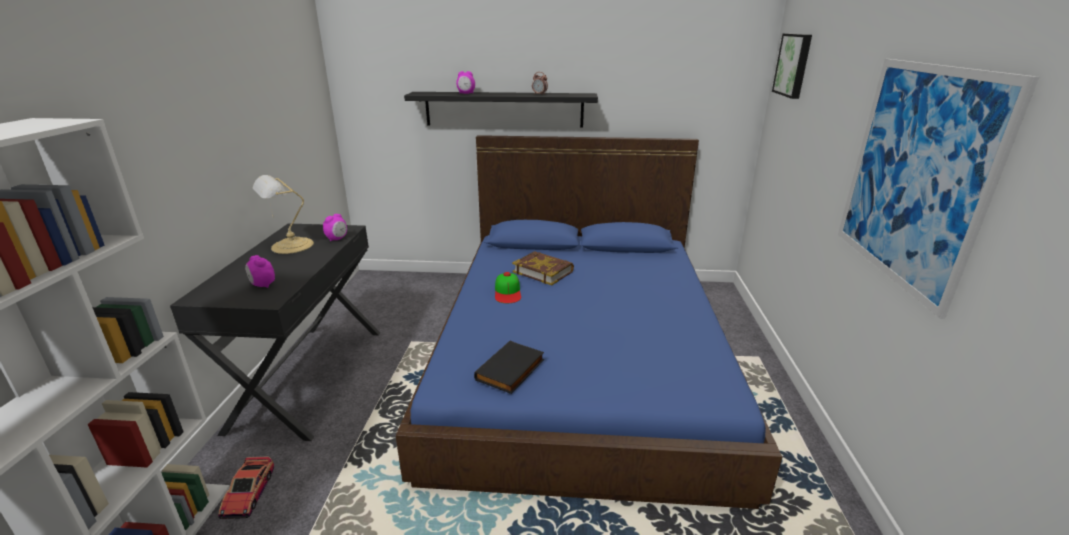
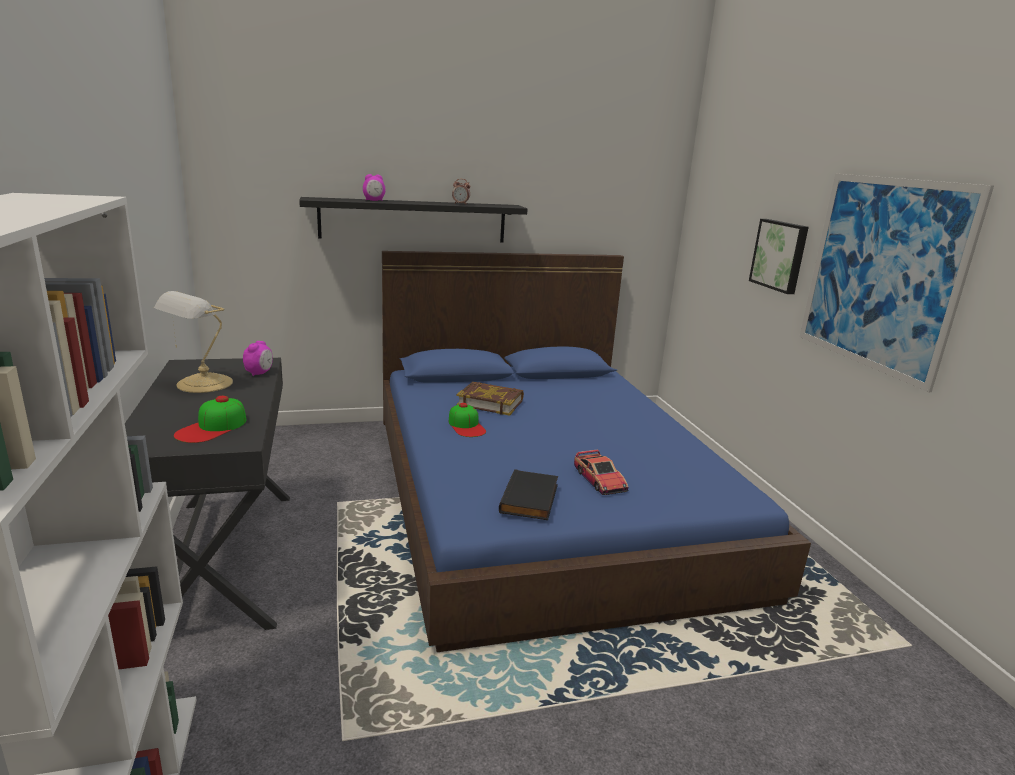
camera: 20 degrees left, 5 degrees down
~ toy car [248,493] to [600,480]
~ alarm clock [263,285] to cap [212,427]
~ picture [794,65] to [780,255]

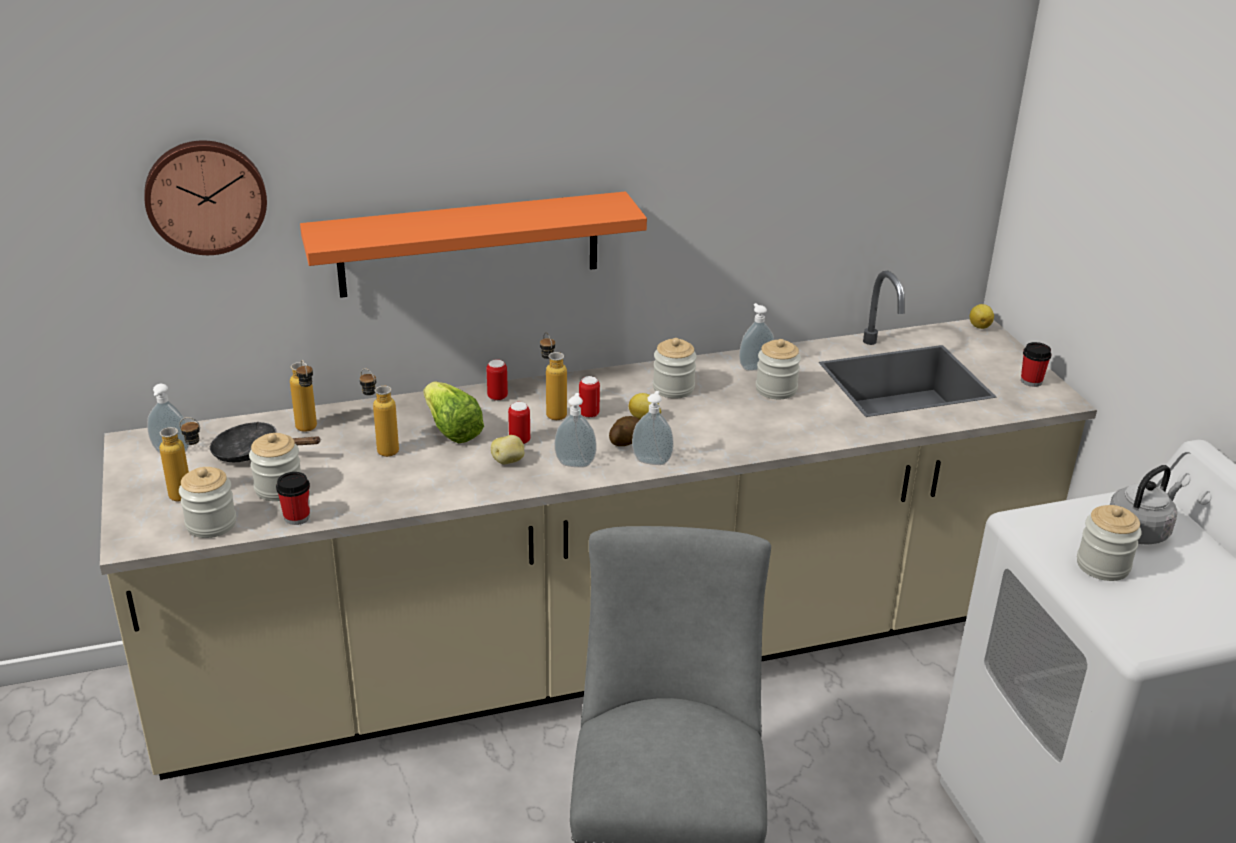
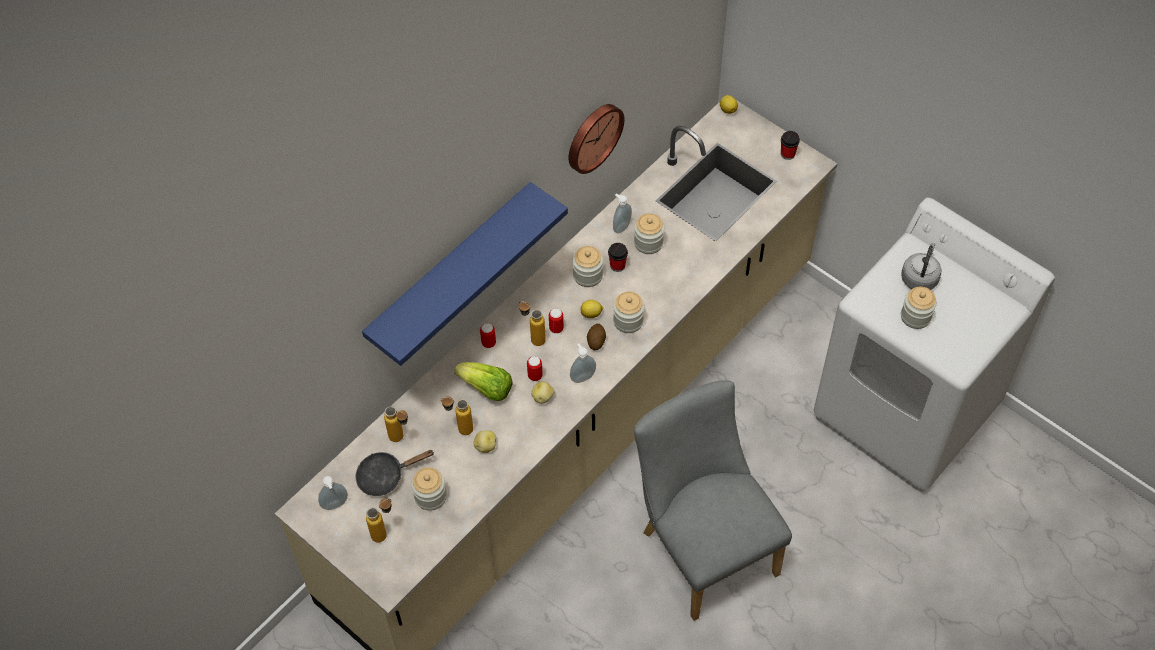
camera: 30 degrees left, 25 degrees up
~ wall clock [206,196] to [593,136]
~ jar [211,524] to [628,321]
~ cup [297,517] to [617,265]
~ shelf (orange) [469,244] to shelf (blue) [451,271]
- soap dispenser [652,460]
+ potato [485,446]

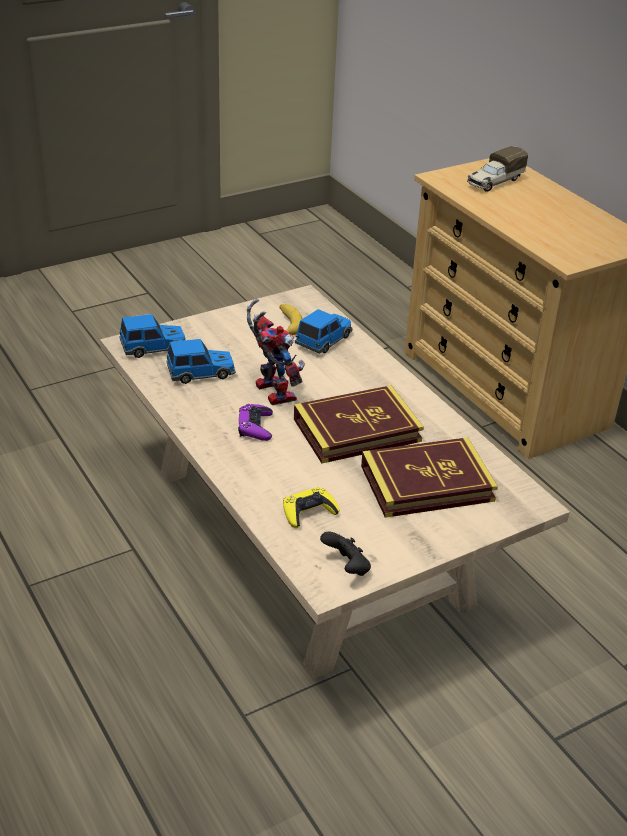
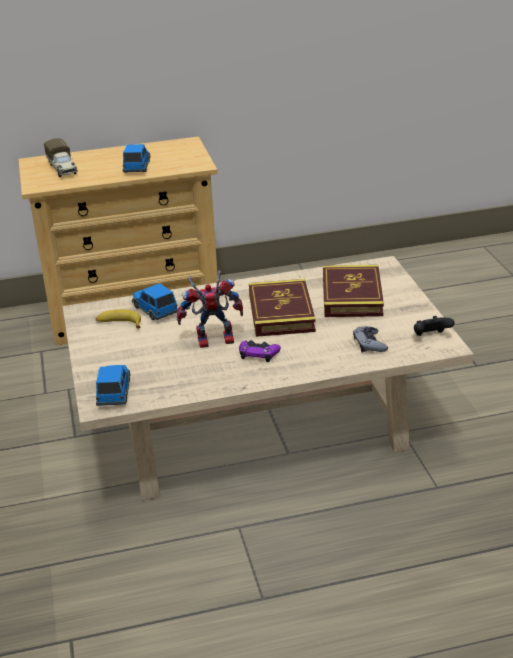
camera: 70 degrees left, 5 degrees down
~ toy car [201,373] to [137,167]
~ game controller (yellow) [308,512] to game controller (grey) [369,343]

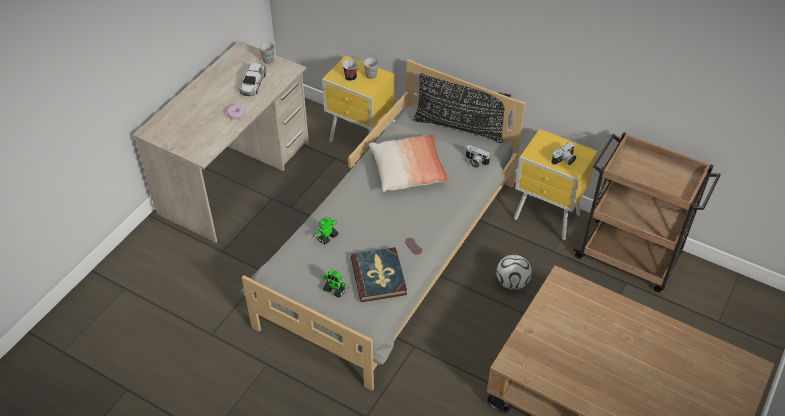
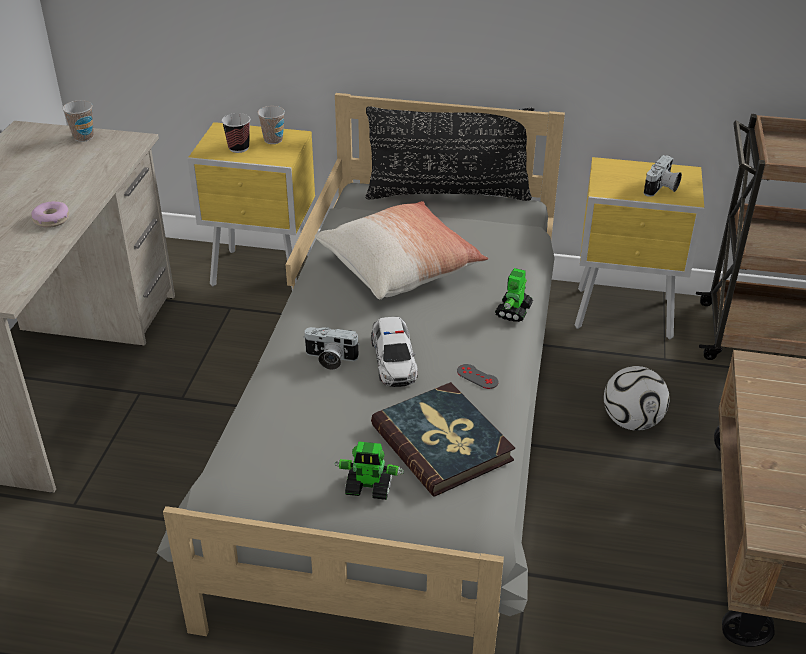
camera: 20 degrees left, 10 degrees down
~ toy car [253,83] to [394,360]
~ toy robot [326,237] to [513,311]
~ photo camera [475,162] to [330,359]

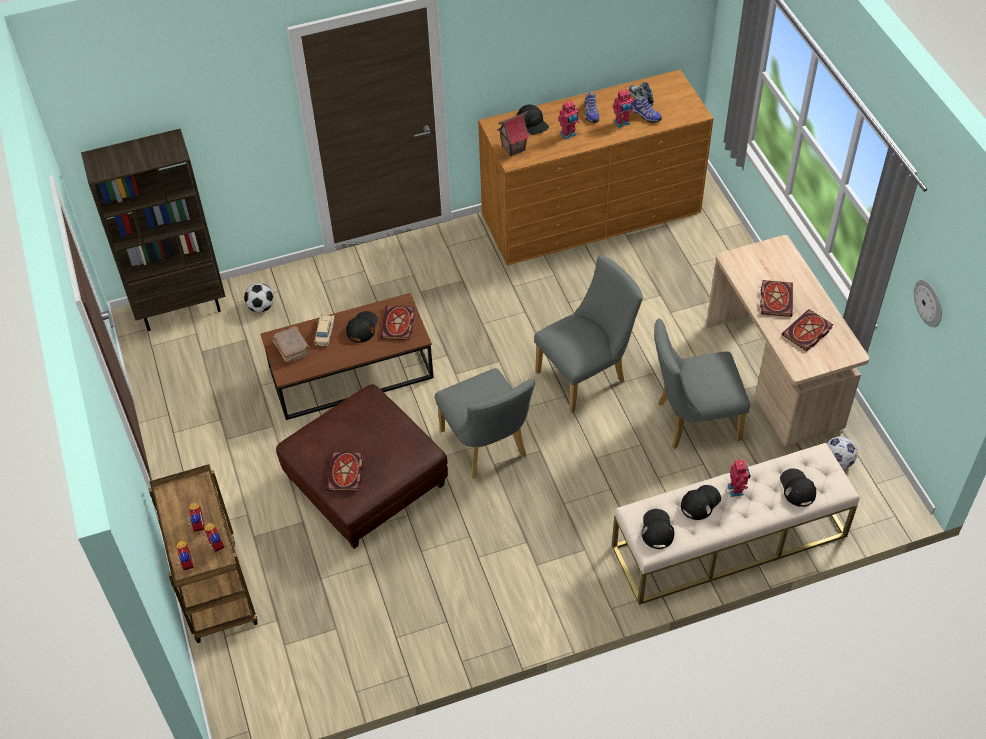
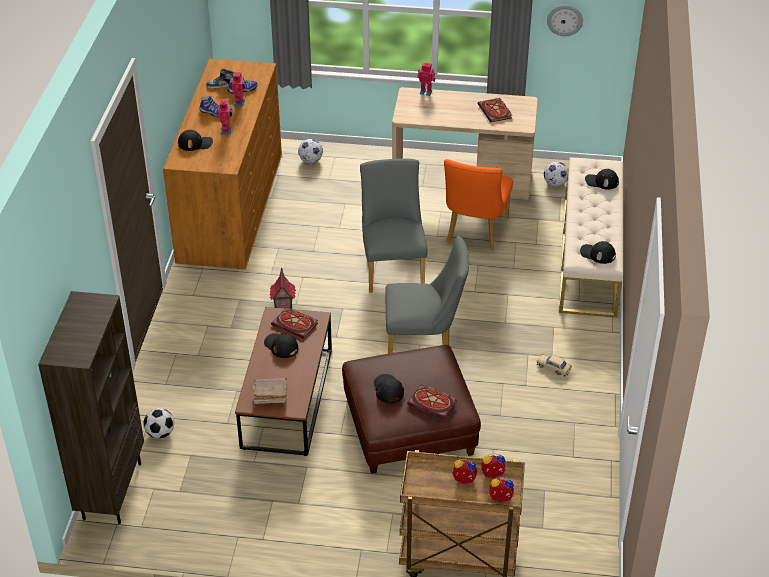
camera: 65 degrees left, 10 degrees down
~ toy car (beige) [325,333] to [553,367]
~ toy house [513,148] to [283,306]
~ chair (grey) [691,421] to chair (orange) [475,233]
~ cap (black) [700,503] to [388,389]
~ toy robot [736,489] to [426,92]
- book [775,299]
+ football [311,161]

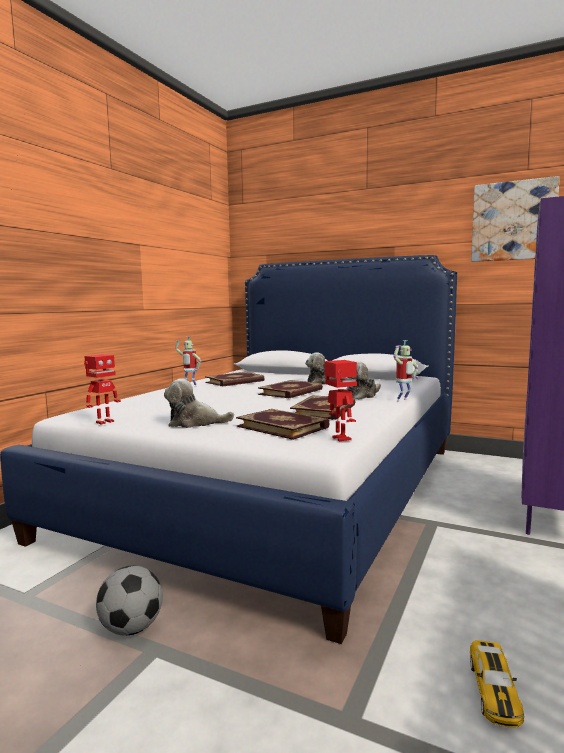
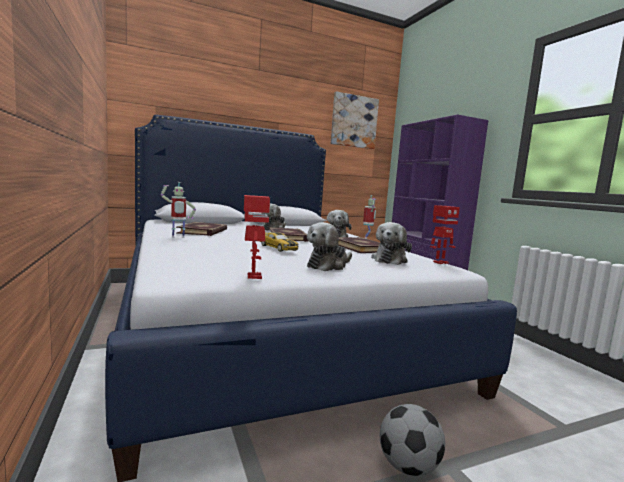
camera: 50 degrees left, 0 degrees up
~ book [283,426] to plush toy [390,260]
~ toy robot [340,438] = [440,262] 135 degrees clockwise
~ toy car [494,691] to [278,248]

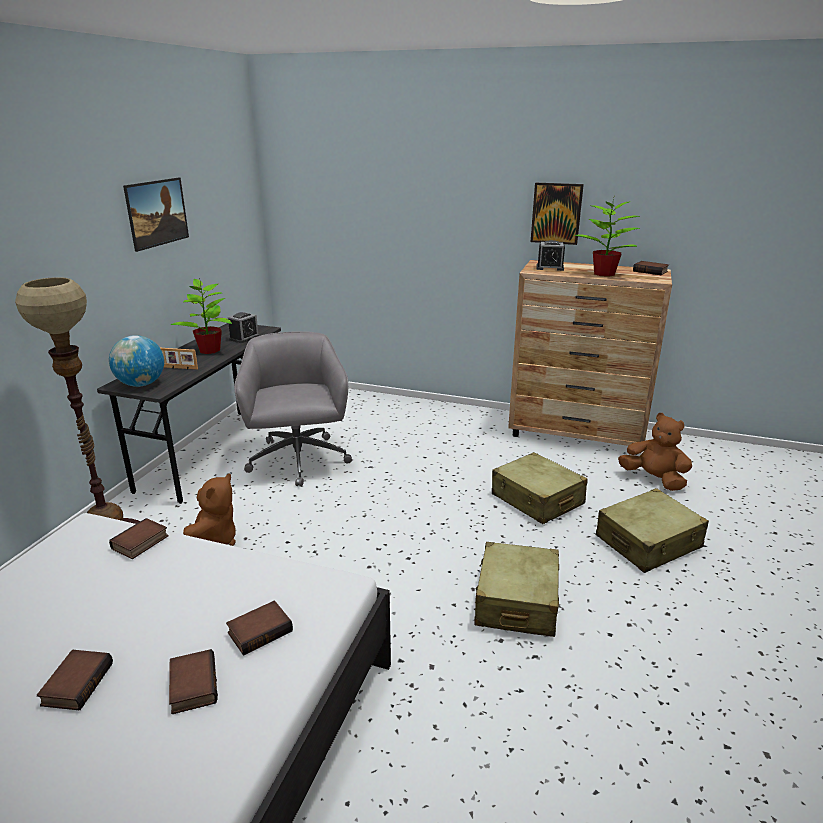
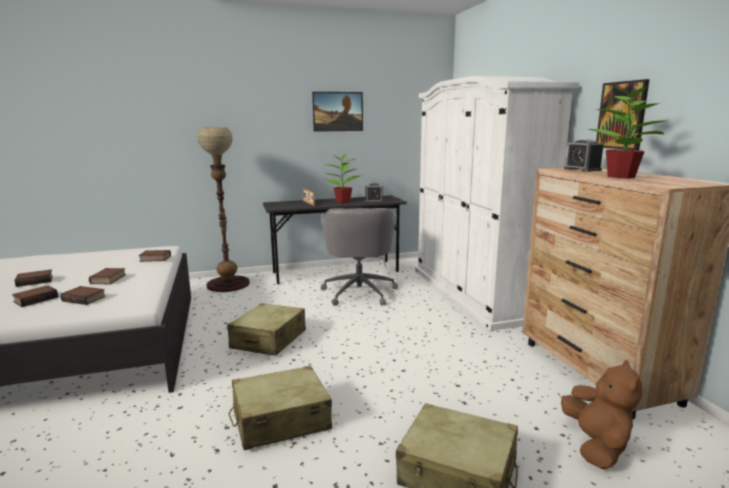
camera: 55 degrees right, 10 degrees down
- globe [141,384]
- plush toy (brown) [213,541]
~ office chair (grey) [298,461] = [359,292] 135 degrees clockwise
~ suitcase (beige) [537,500] to [268,340]
~ book [651,271] to [109,279]
+ wardrobe (white) [474,292]

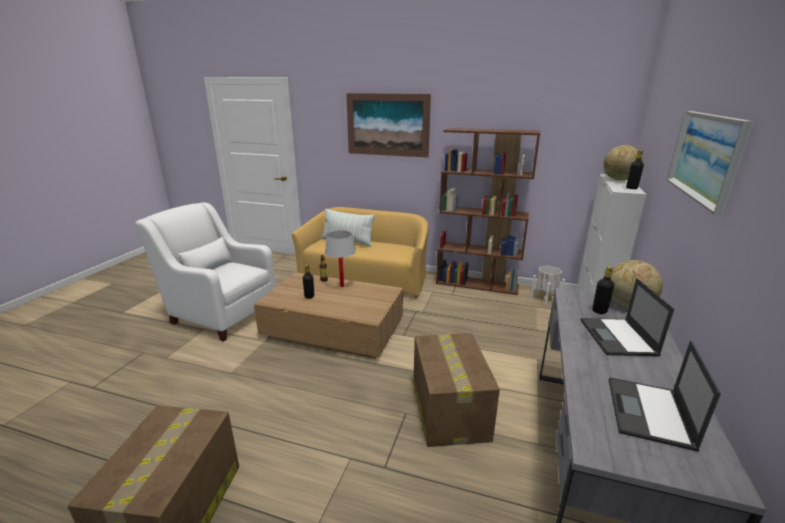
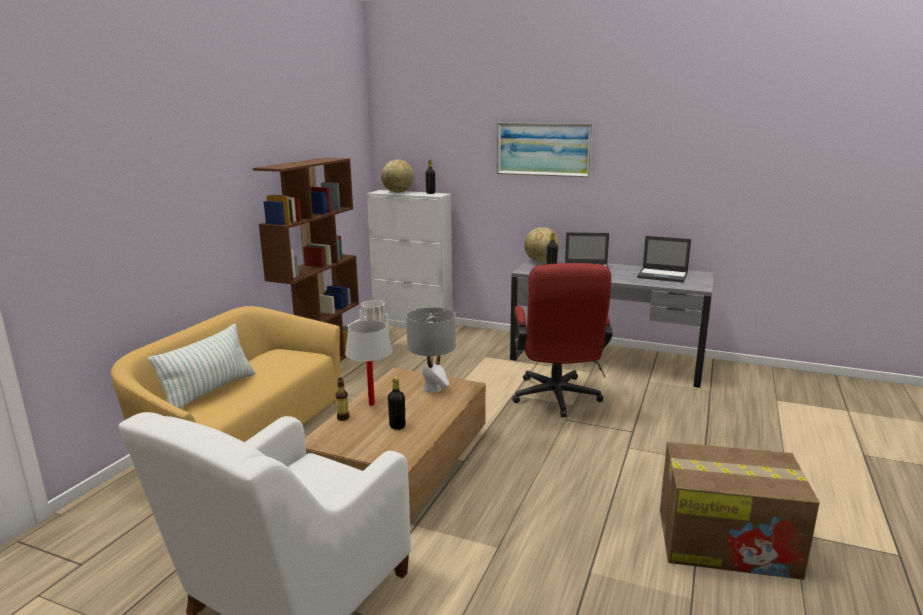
camera: 85 degrees left, 5 degrees down
- picture [387,125]
~ cardboard box [449,409] to office chair (red) [557,400]
+ table lamp (grey) [432,388]

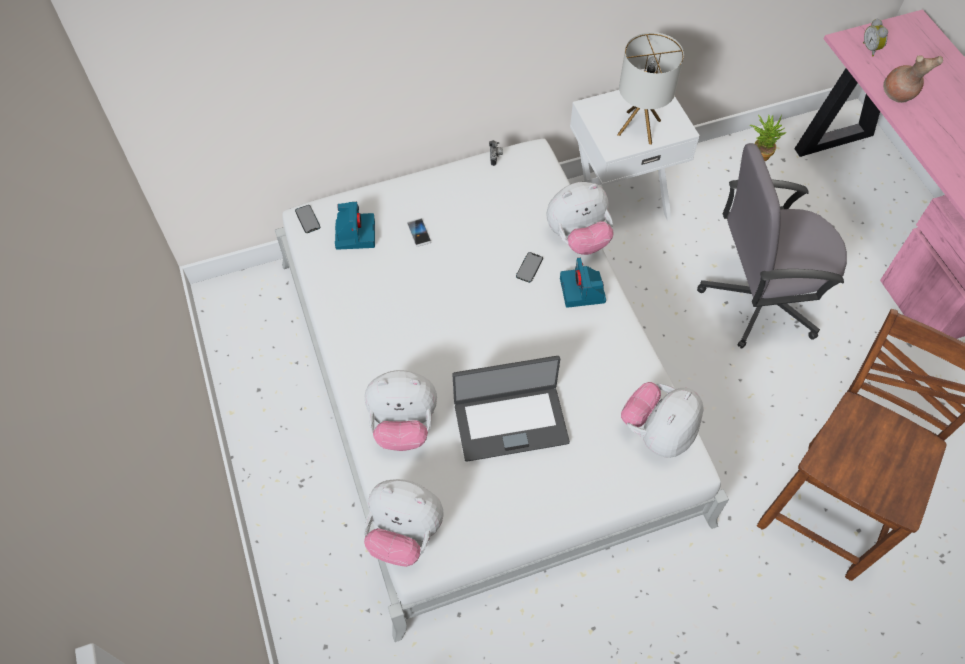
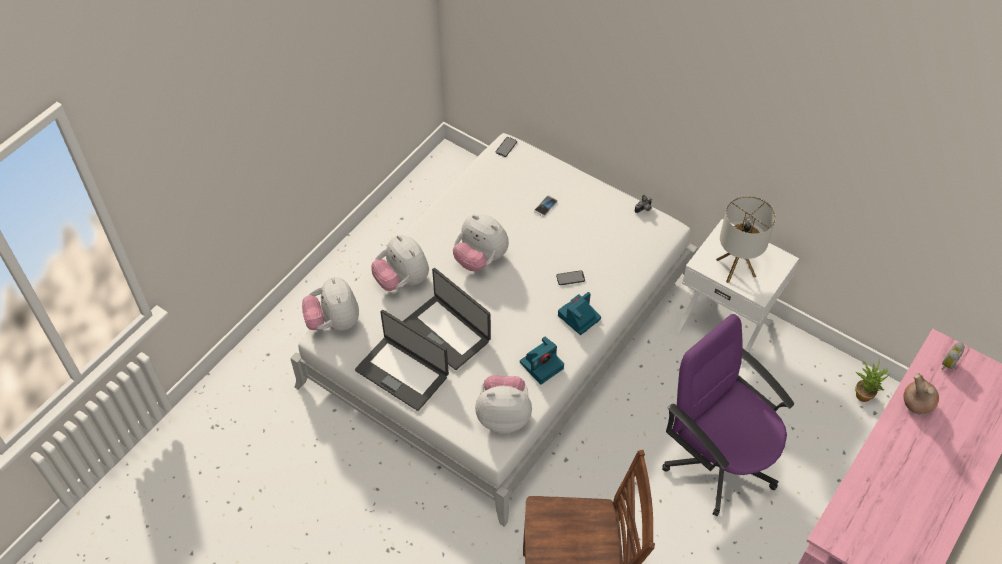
camera: 55 degrees right, 5 degrees down
~ photo camera [355,233] to [542,364]
~ plush toy [578,238] to [480,259]
~ office chair (grey) [758,299] to office chair (purple) [718,461]
+ laptop [402,372]

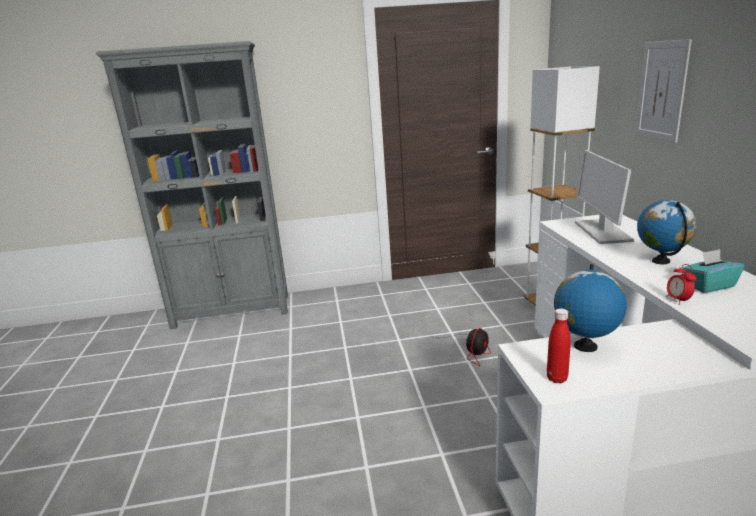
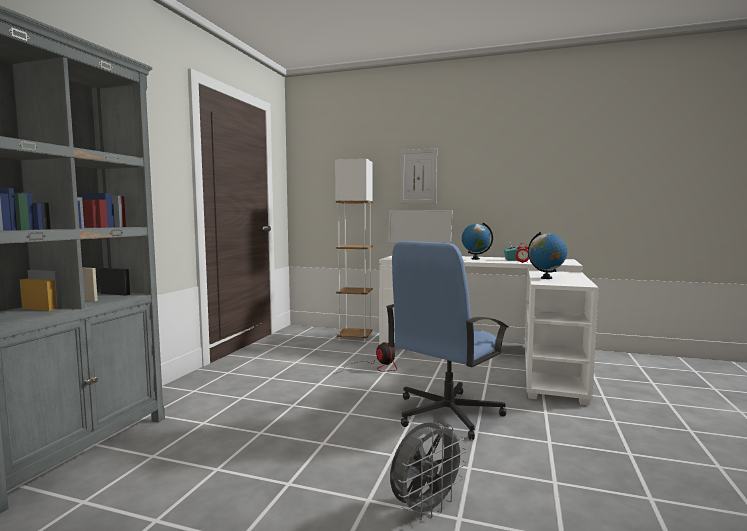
camera: 65 degrees left, 15 degrees down
- bottle (red) [557,378]
+ office chair (blue) [446,414]
+ fan (grey) [426,508]

